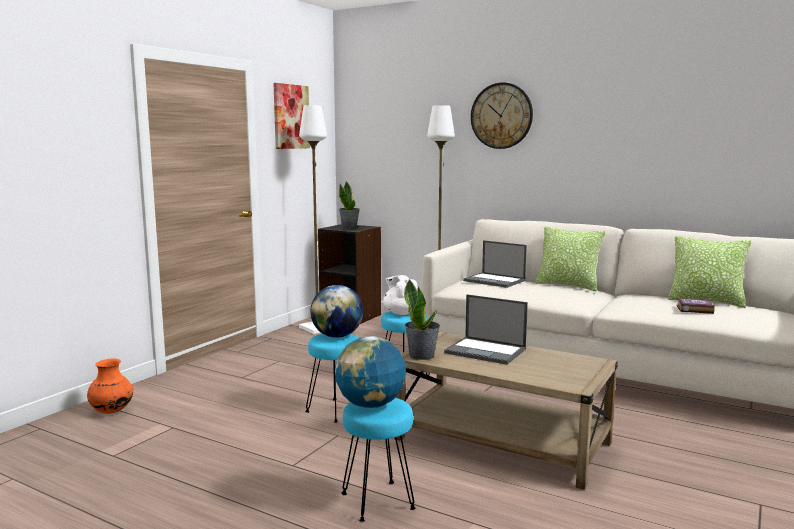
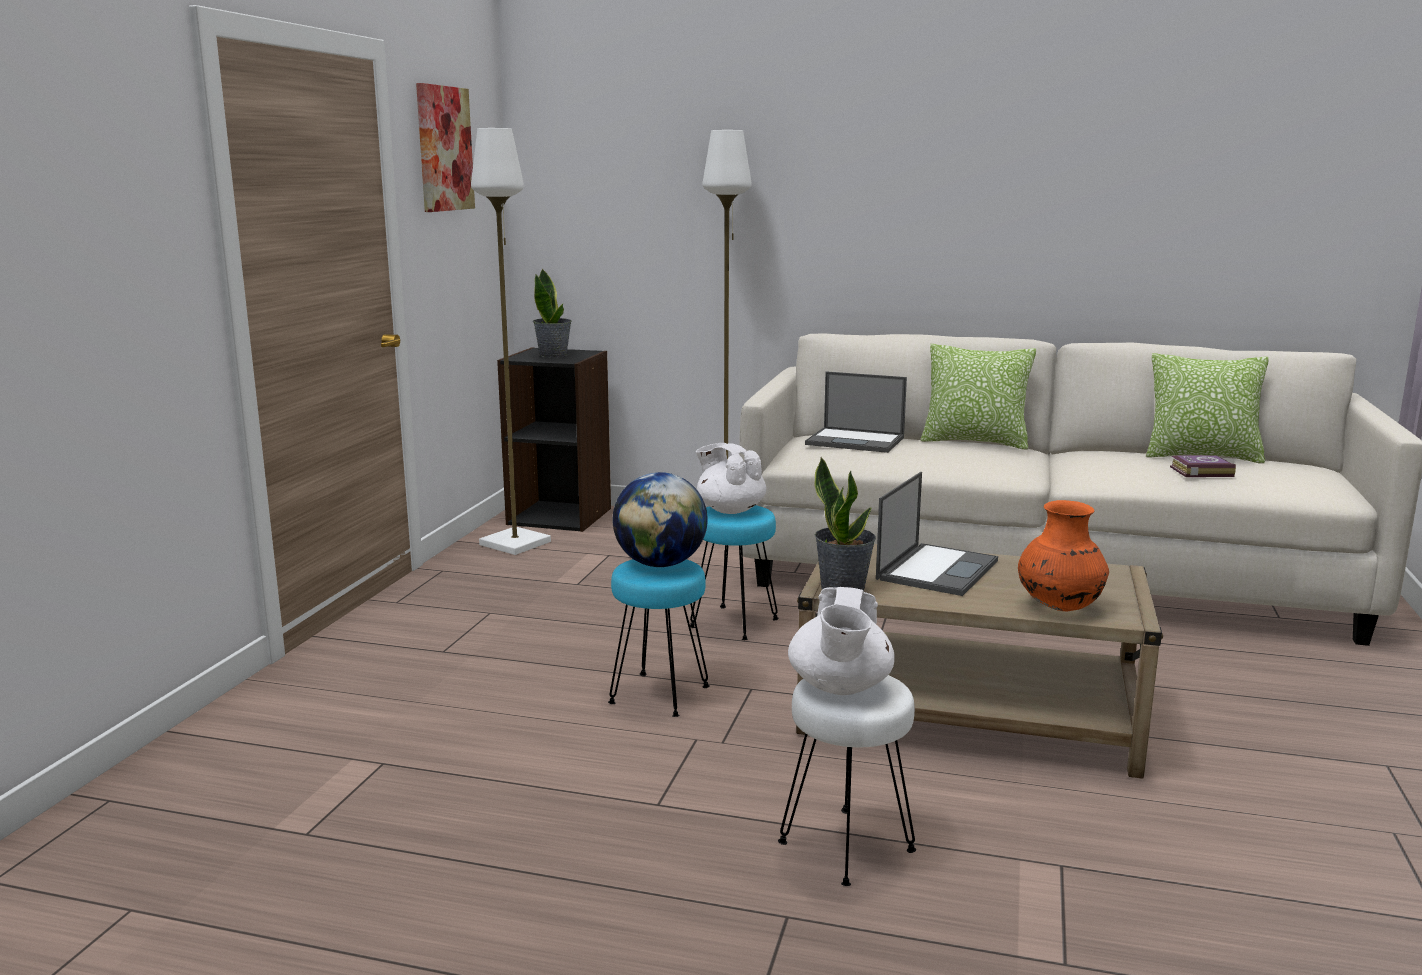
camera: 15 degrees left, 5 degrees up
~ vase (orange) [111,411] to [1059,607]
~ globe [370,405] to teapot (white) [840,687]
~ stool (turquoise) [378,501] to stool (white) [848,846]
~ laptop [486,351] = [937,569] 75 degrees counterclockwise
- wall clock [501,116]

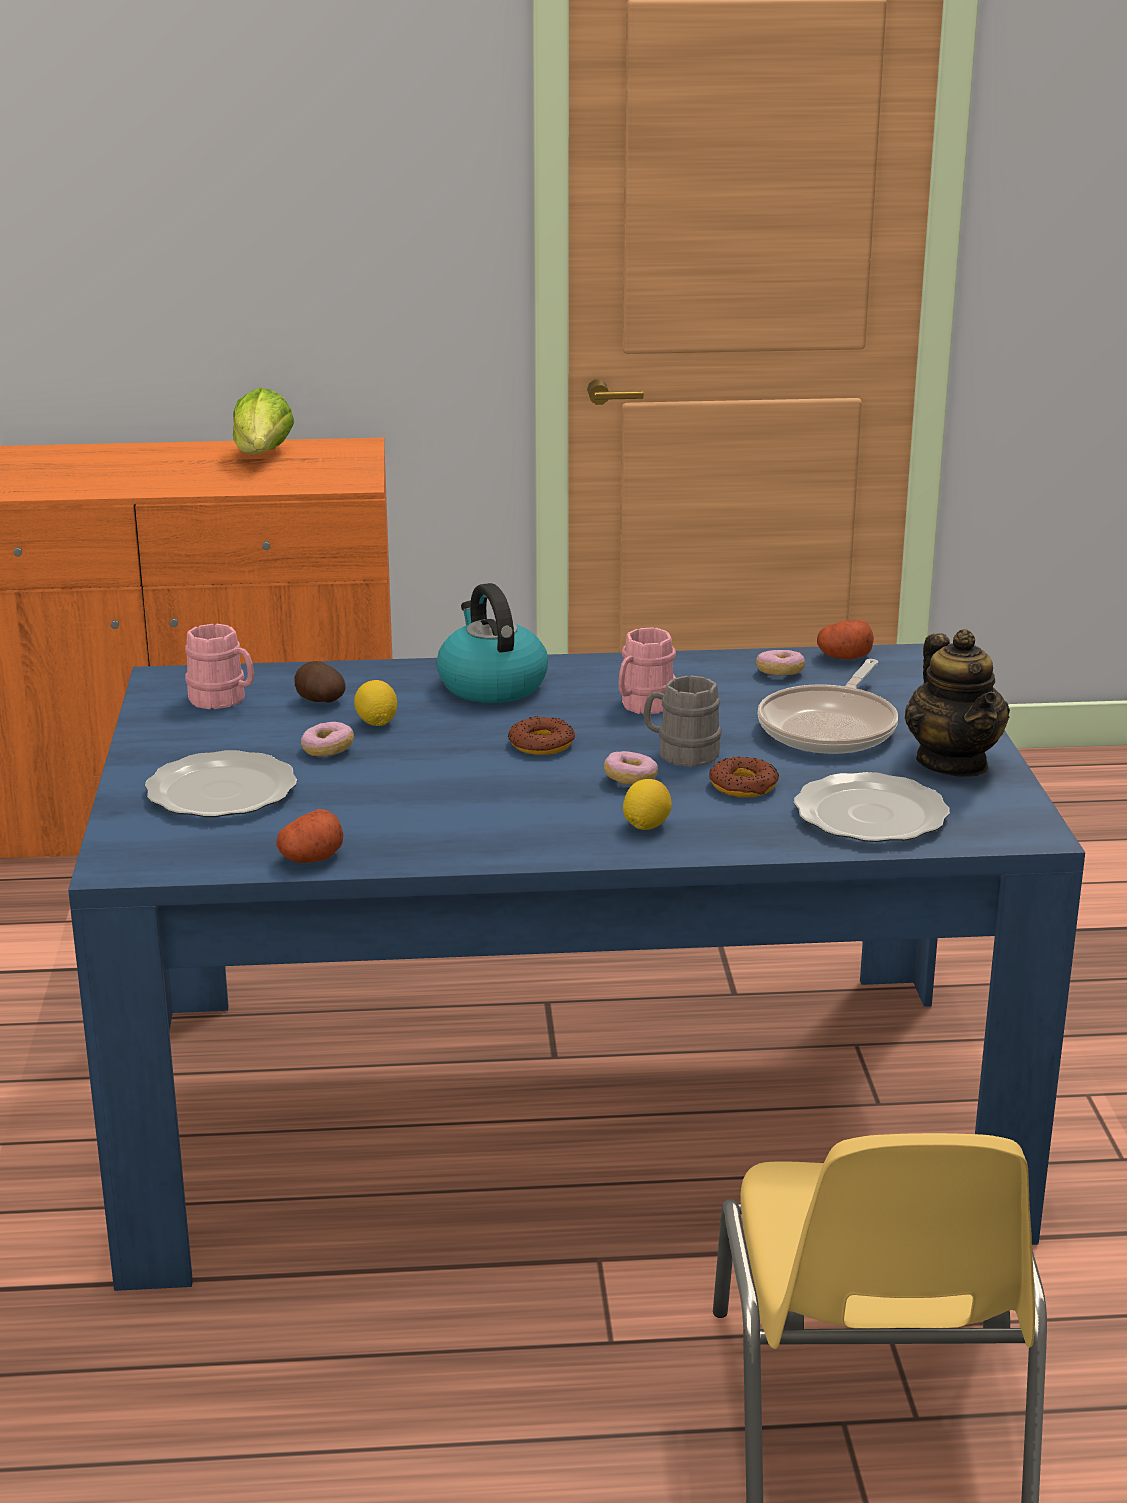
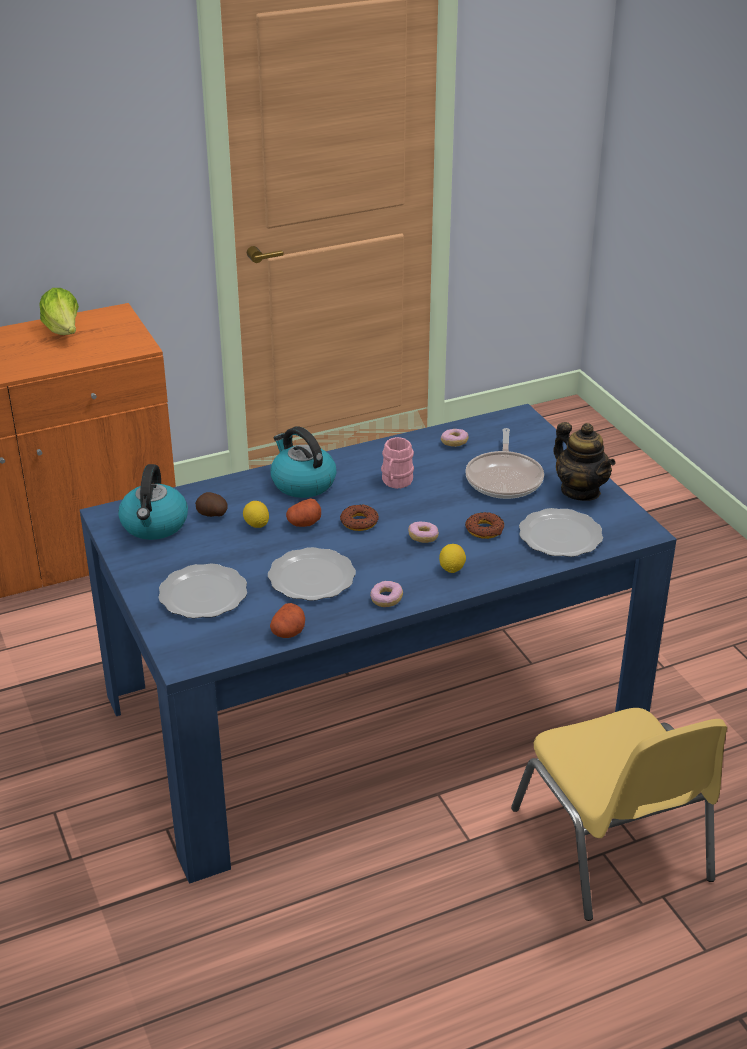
camera: 20 degrees left, 10 degrees up
~ mug (pink) [223,700] to kettle [154,525]
~ donut [328,750] to [386,600]
- mug (grey) [680,754]
~ potato [844,657] to [304,523]
+ plate [312,577]

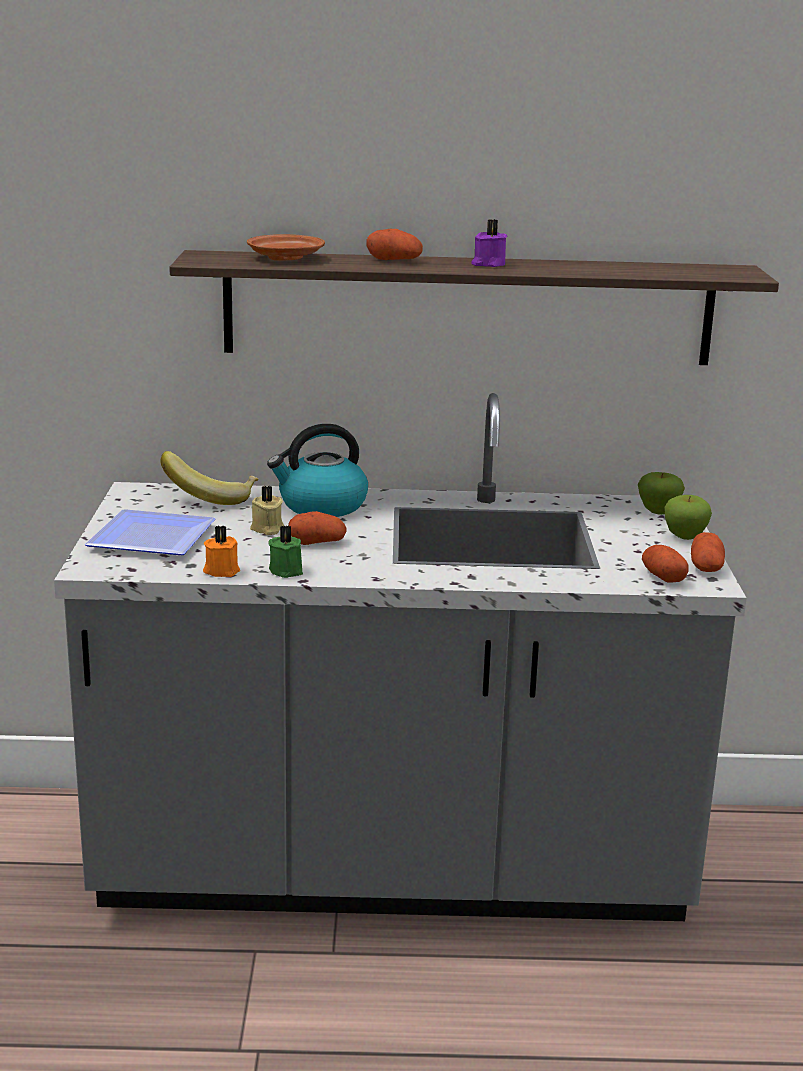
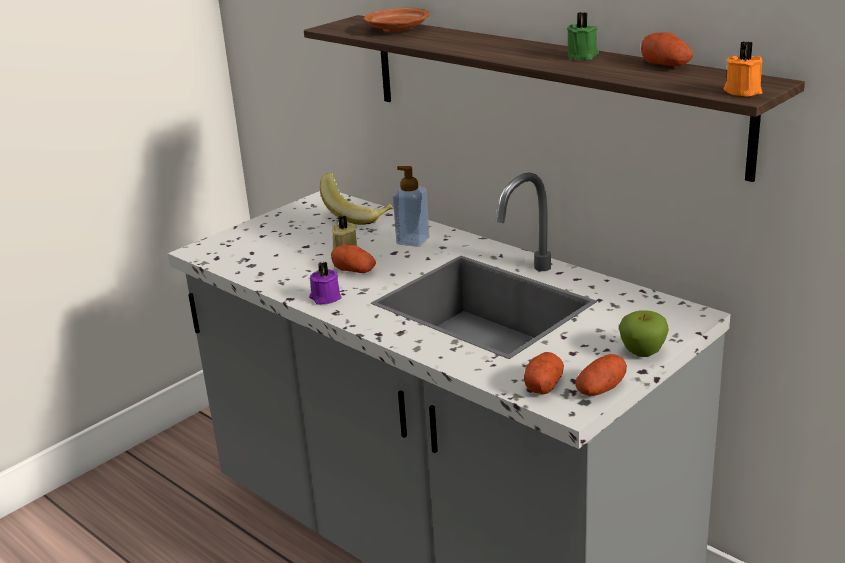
camera: 45 degrees right, 5 degrees up
- plate [147,539]
~ candle (orange) [221,570] to [743,91]
~ kettle [321,506] to soap dispenser [413,241]
~ candle (green) [287,570] to [583,56]
~ potato [394,260] to [665,65]
~ candle (purple) [488,264] to [325,298]
- apple [658,511]

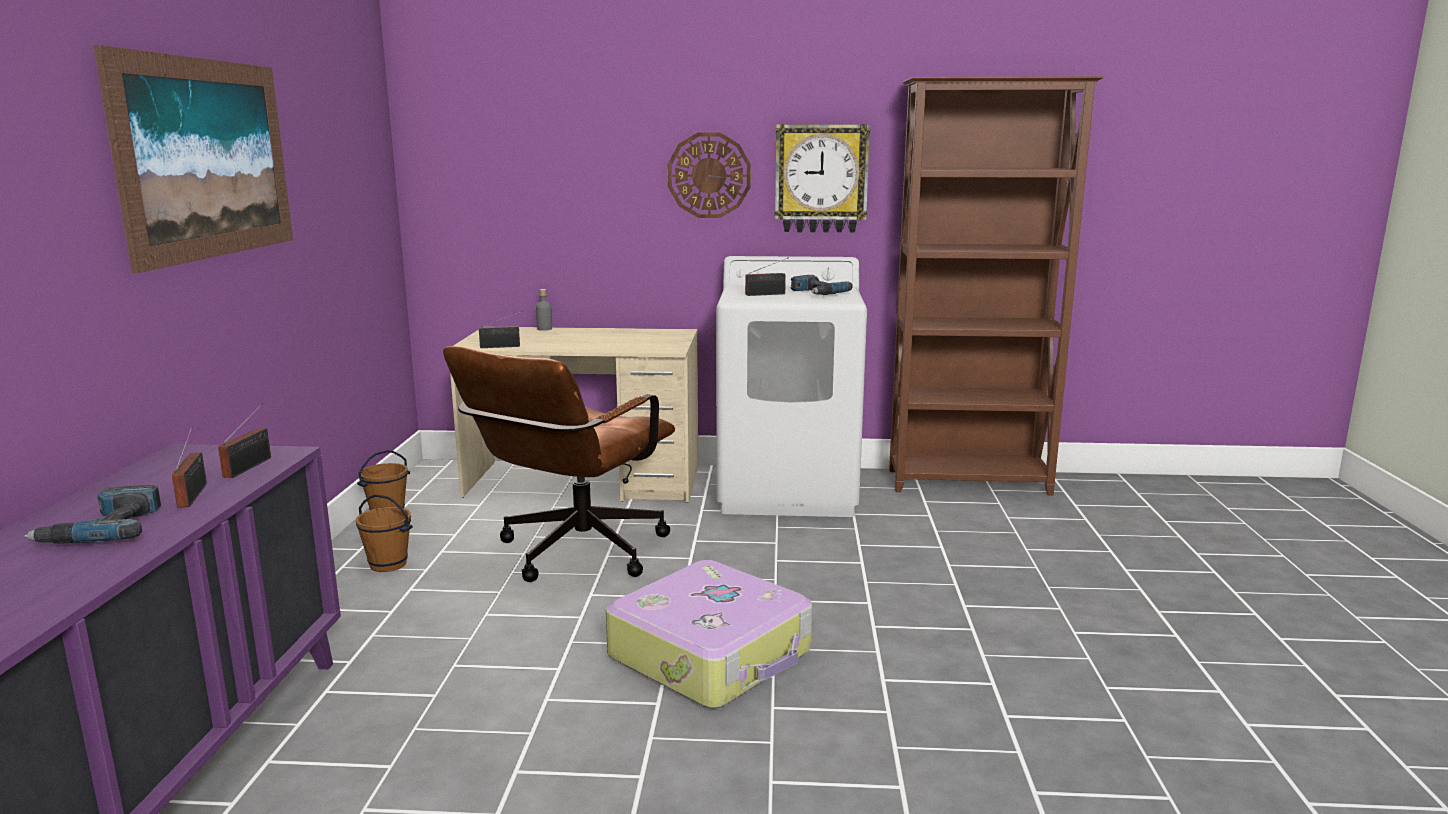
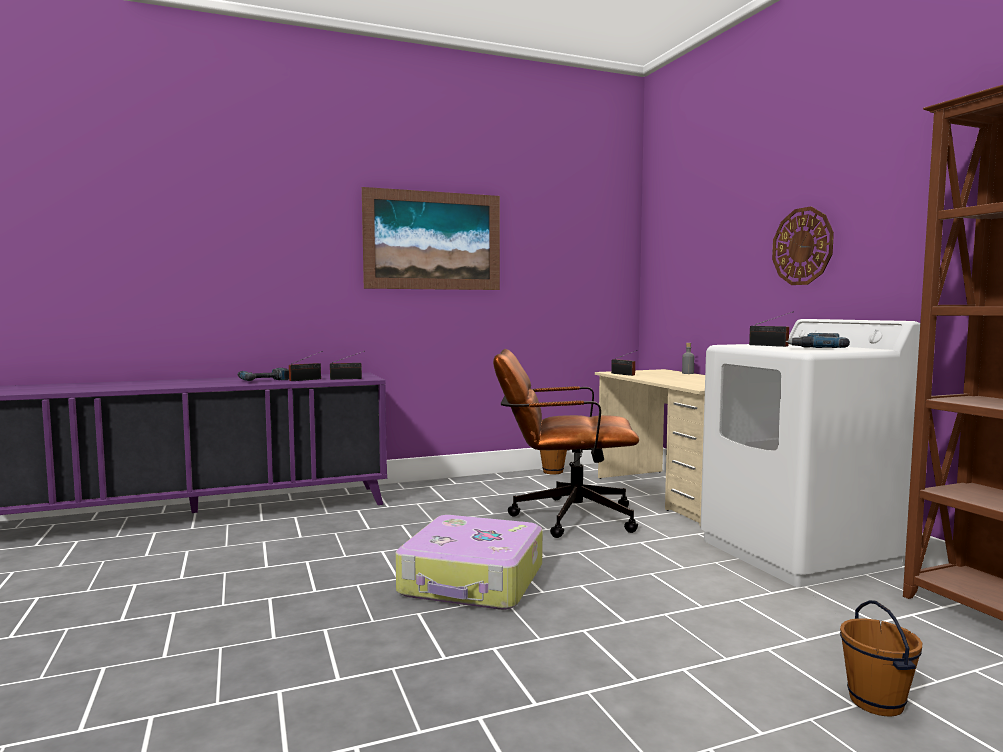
camera: 65 degrees right, 10 degrees down
~ bucket (brown) [387,565] to [875,702]
- wall clock [821,178]

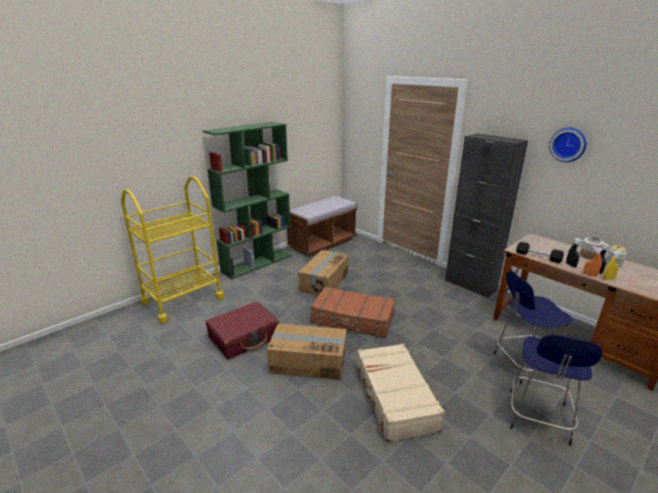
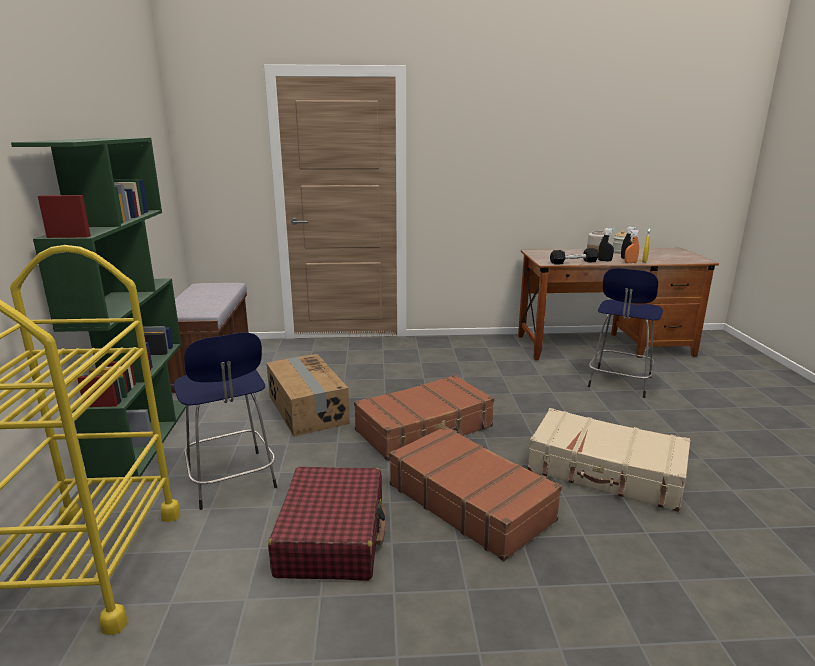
camera: 50 degrees left, 5 degrees down
~ cardboard box [308,361] to suitcase (brown) [470,501]
- cabinet (black) [470,285]
~ stool (blue) [538,418] to [232,481]
- wall clock [568,144]

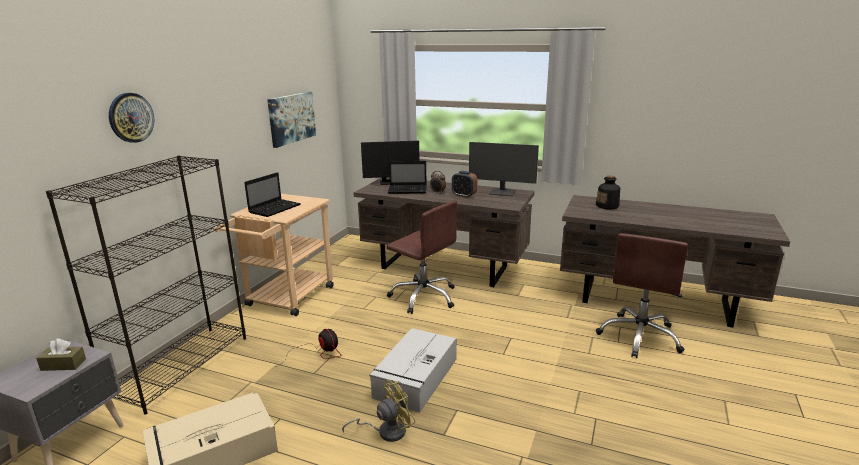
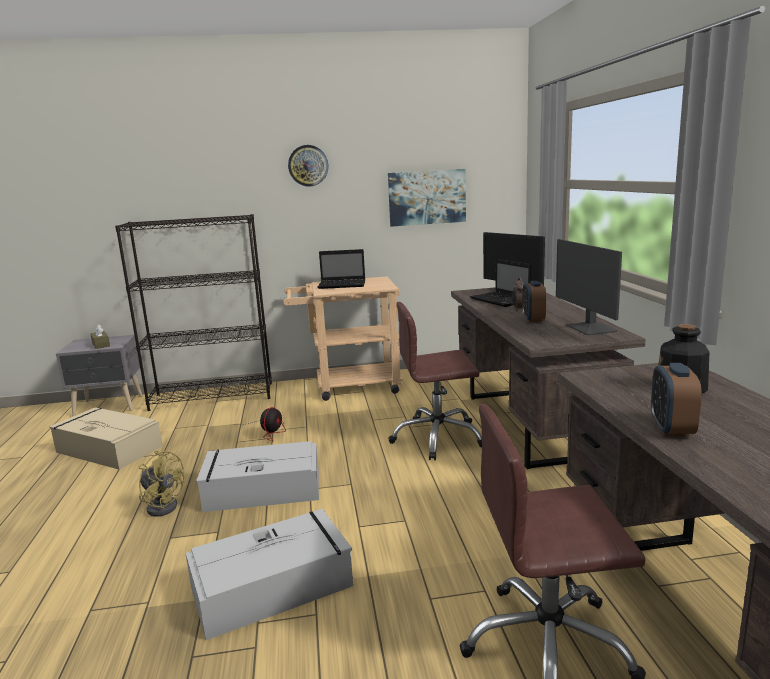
camera: 60 degrees right, 5 degrees down
~ wall clock [131,117] to [308,165]
~ office chair (brown) [424,297] = [437,438] 75 degrees clockwise
+ storage box (grey) [274,586]
+ alarm clock [671,428]

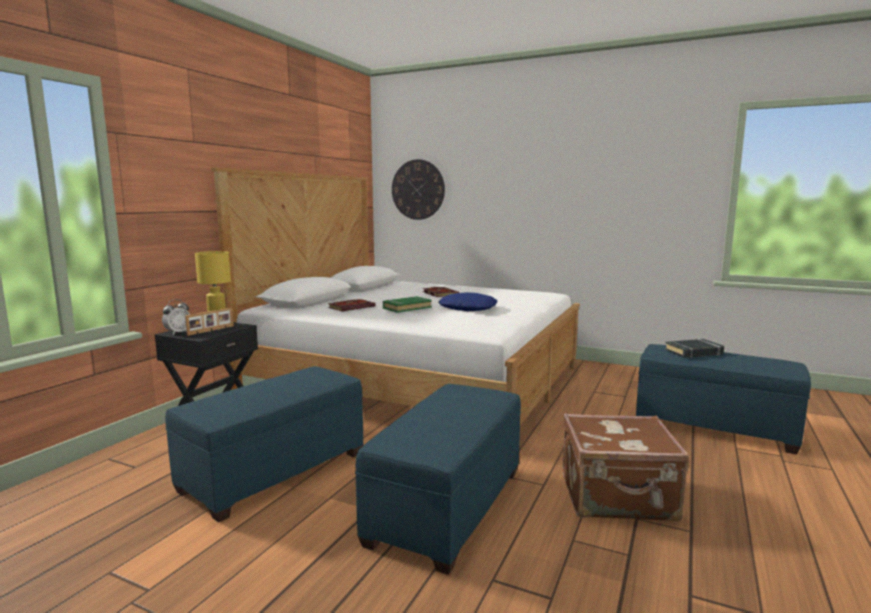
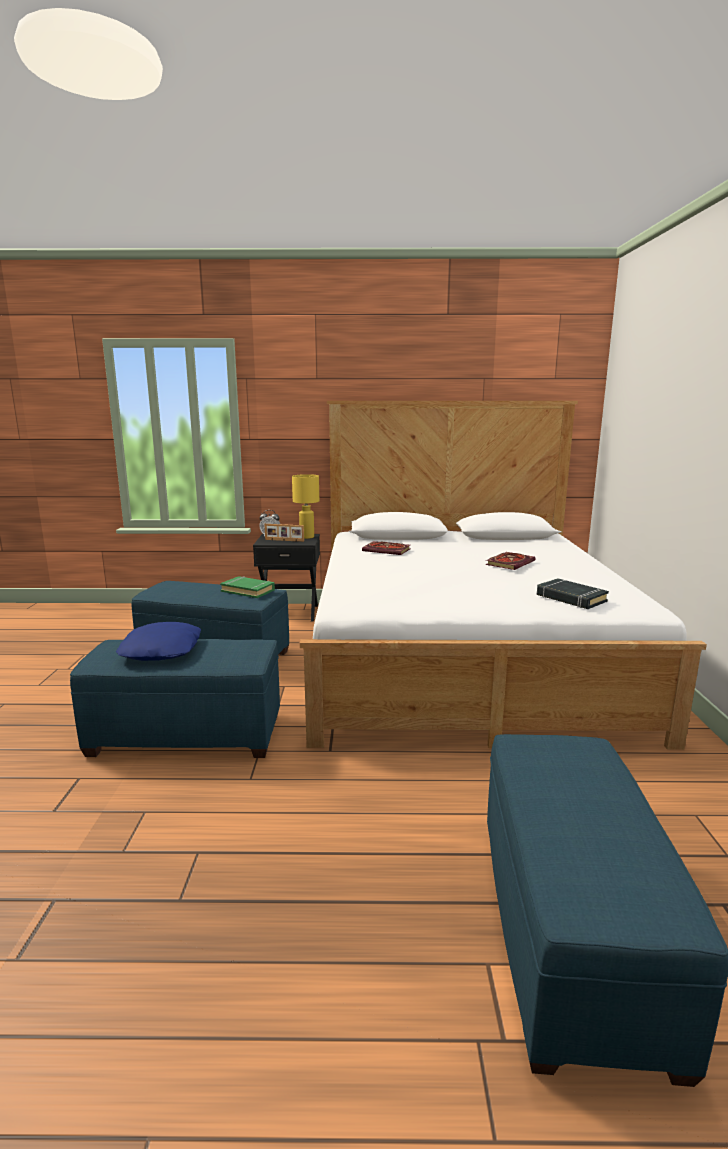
camera: 65 degrees right, 5 degrees up
~ book (green) [406,308] to [248,591]
- wall clock [418,189]
~ pillow (blue) [468,308] to [162,650]
- suitcase (brown) [618,498]
~ book (black) [694,352] to [570,598]

